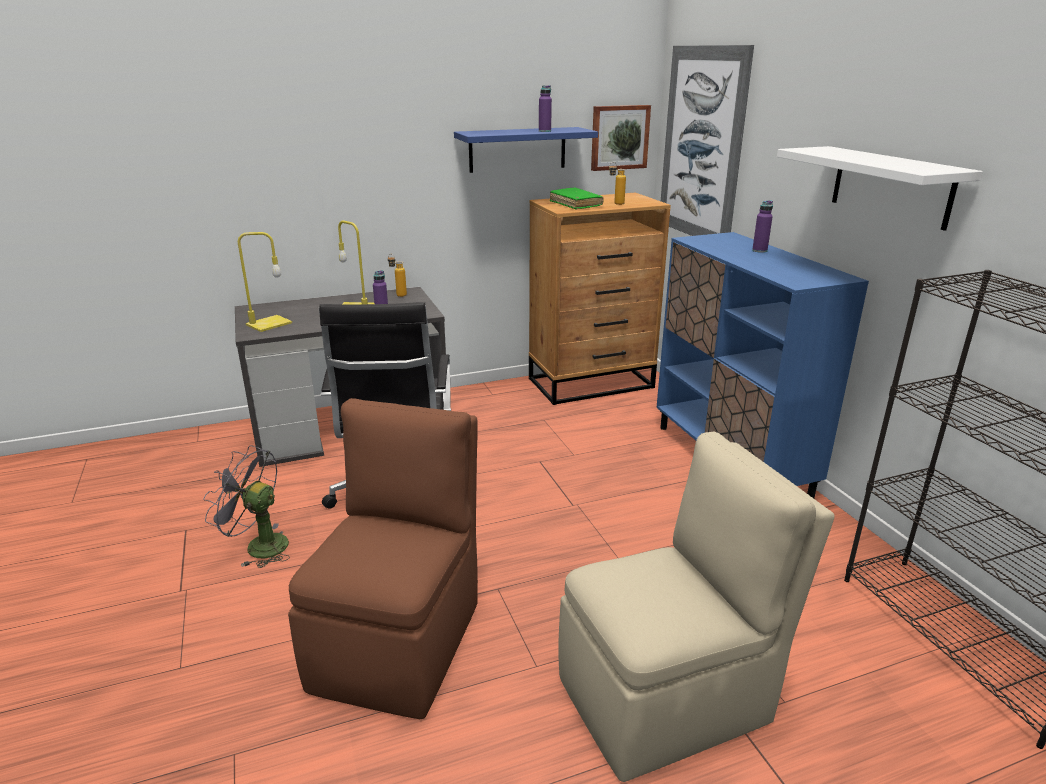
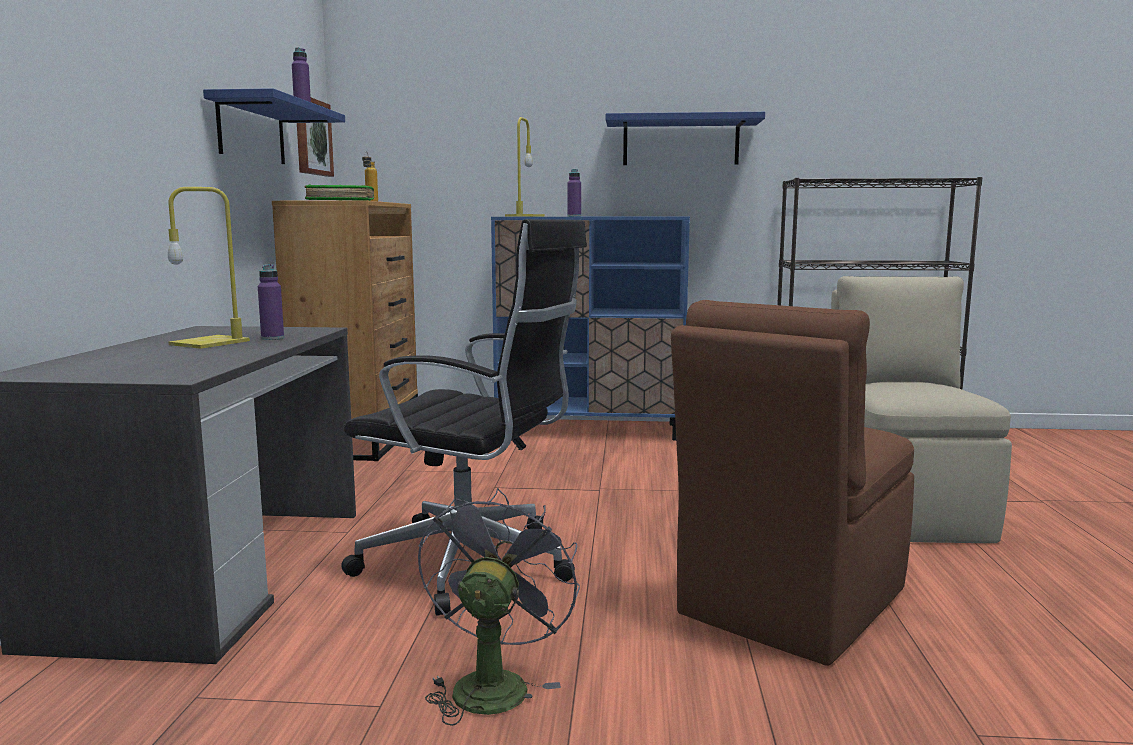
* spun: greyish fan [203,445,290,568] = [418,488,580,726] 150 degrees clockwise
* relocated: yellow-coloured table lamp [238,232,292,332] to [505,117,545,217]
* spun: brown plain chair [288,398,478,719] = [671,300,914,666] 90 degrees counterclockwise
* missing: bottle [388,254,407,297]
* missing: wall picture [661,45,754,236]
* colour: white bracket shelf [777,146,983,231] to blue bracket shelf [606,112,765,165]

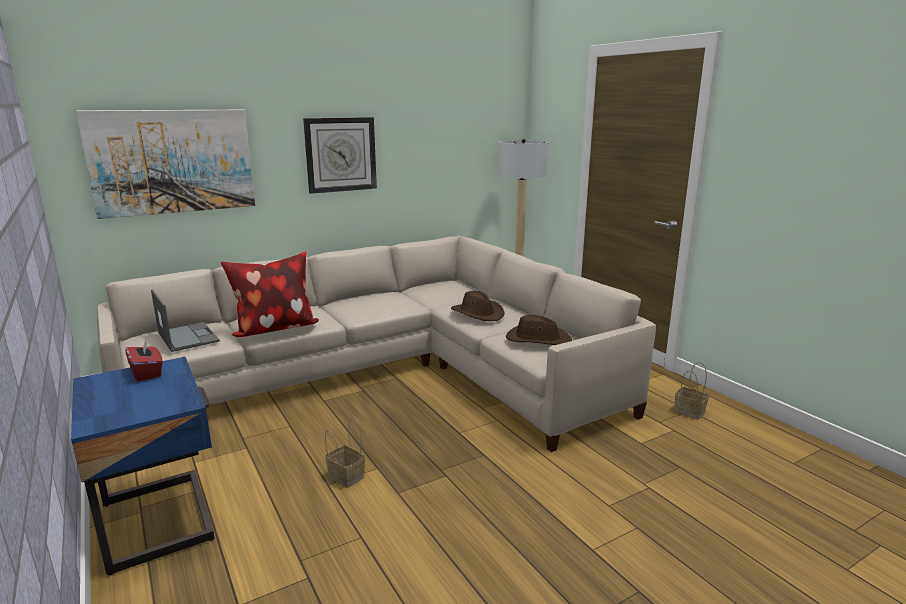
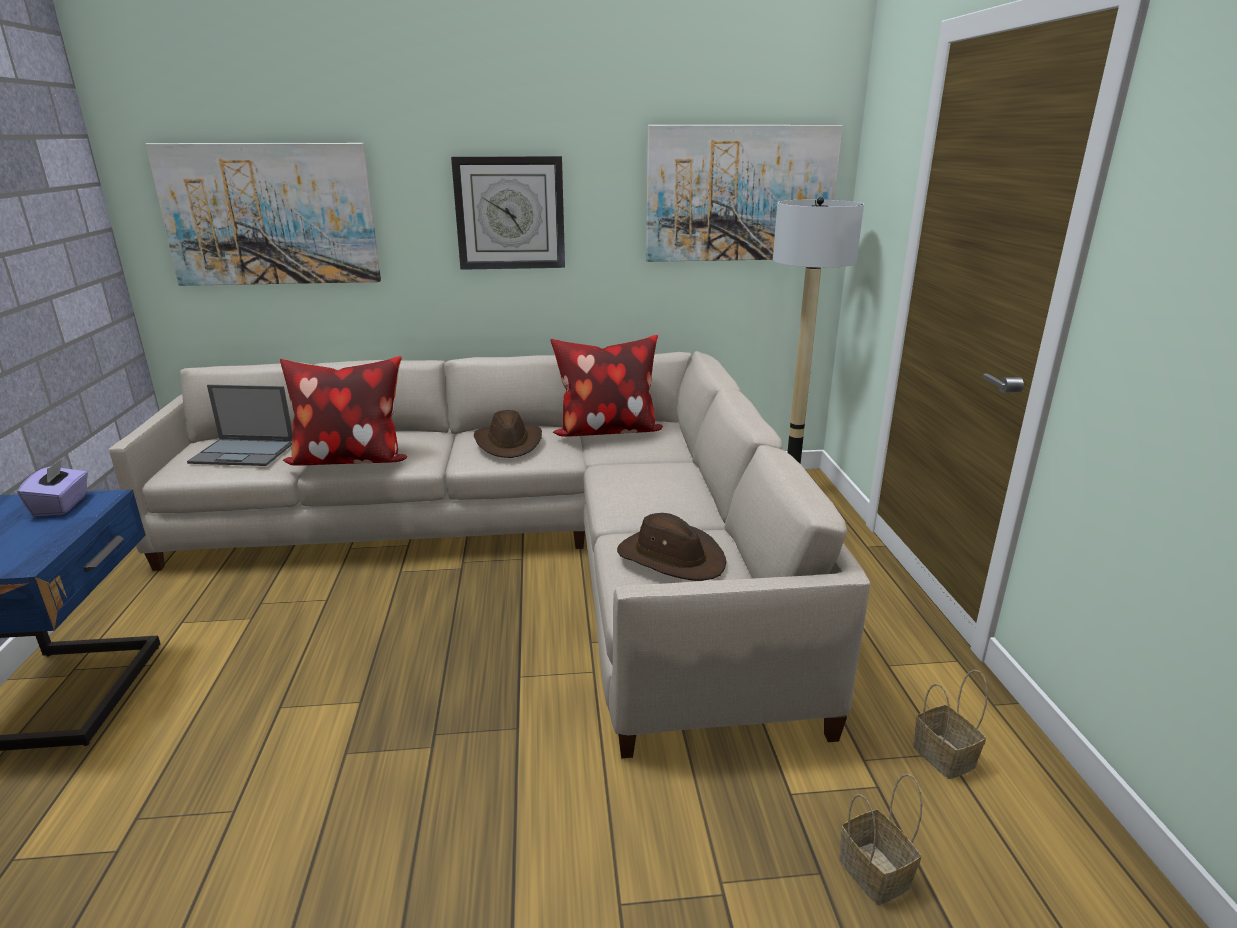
* colour: reddish tissue box [125,338,163,382] to purplish tissue box [17,459,88,516]
* spun: portable computer [151,289,220,352] = [187,385,292,466] 105 degrees clockwise
* relocated: household basket [325,417,365,488] to [839,773,922,905]
* relocated: brown wearable hat [451,291,504,321] to [474,410,542,458]
* appeared: throw pillow [550,335,663,437]
* appeared: wall picture [646,125,843,262]

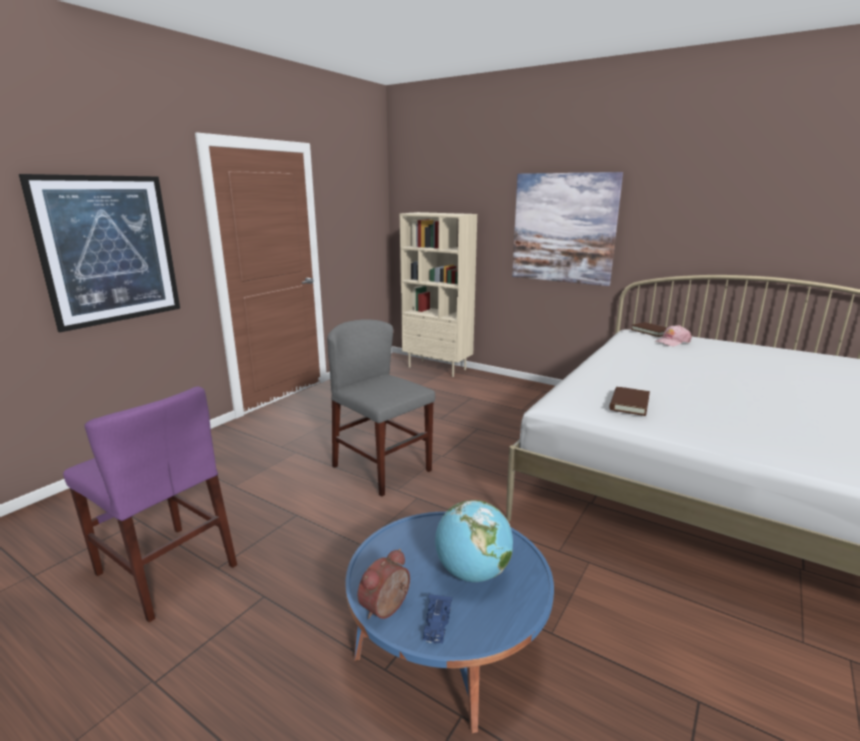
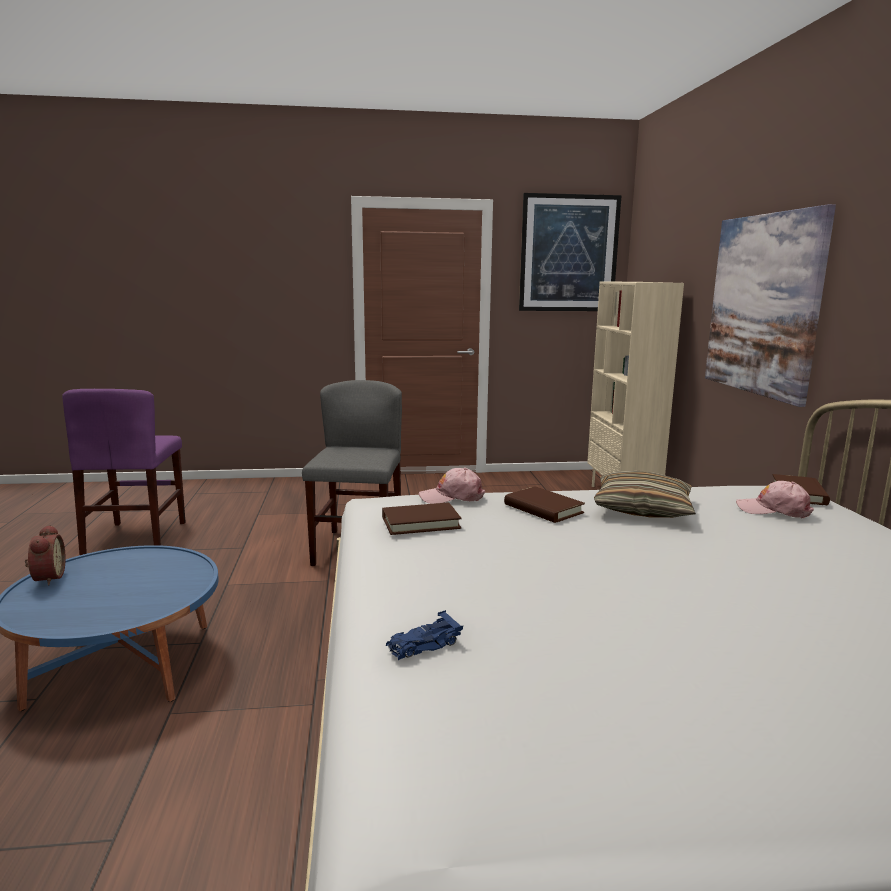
* relocated: wall picture [19,174,180,332] to [519,193,622,311]
* spun: bedside clock [357,549,410,619] = [25,525,66,585] 75 degrees clockwise
* relocated: blue miniature car [423,594,452,643] to [386,610,463,660]
* missing: globe [435,500,513,582]
* appeared: pink-coloured peaked cap [419,468,485,504]
* appeared: brown bound book [504,487,585,523]
* appeared: throw pillow [594,471,696,518]

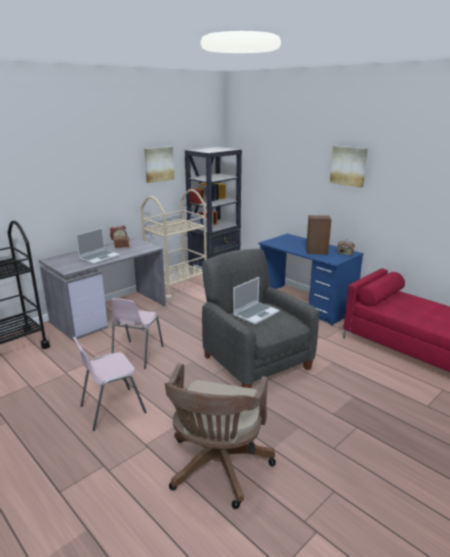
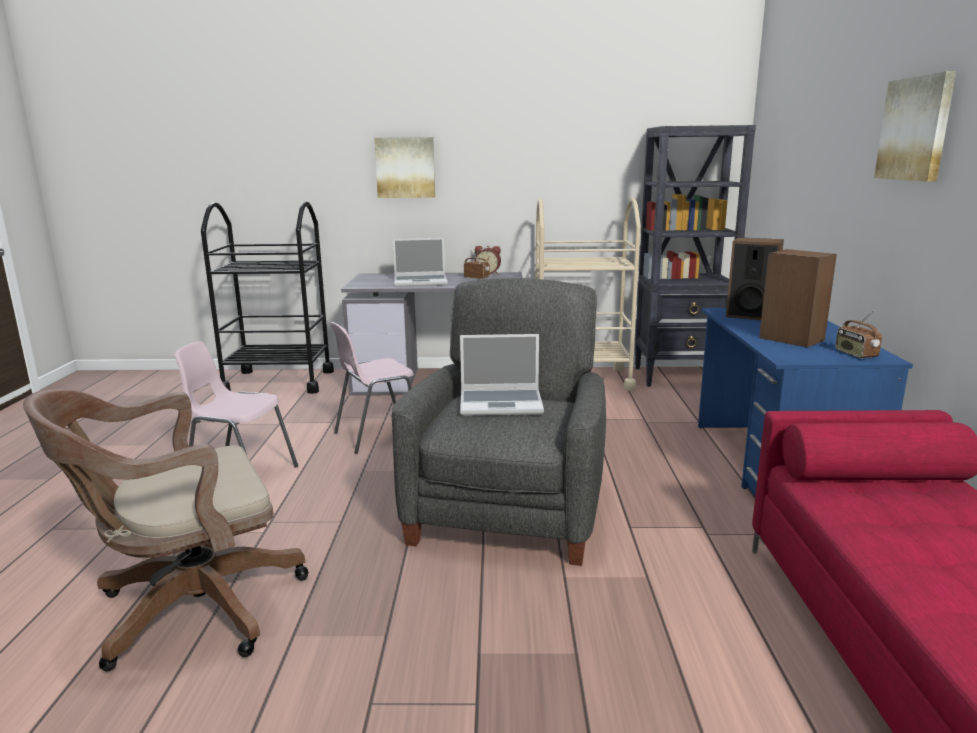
* relocated: wall picture [144,146,174,183] to [374,137,435,198]
* appeared: audio speaker [726,237,784,320]

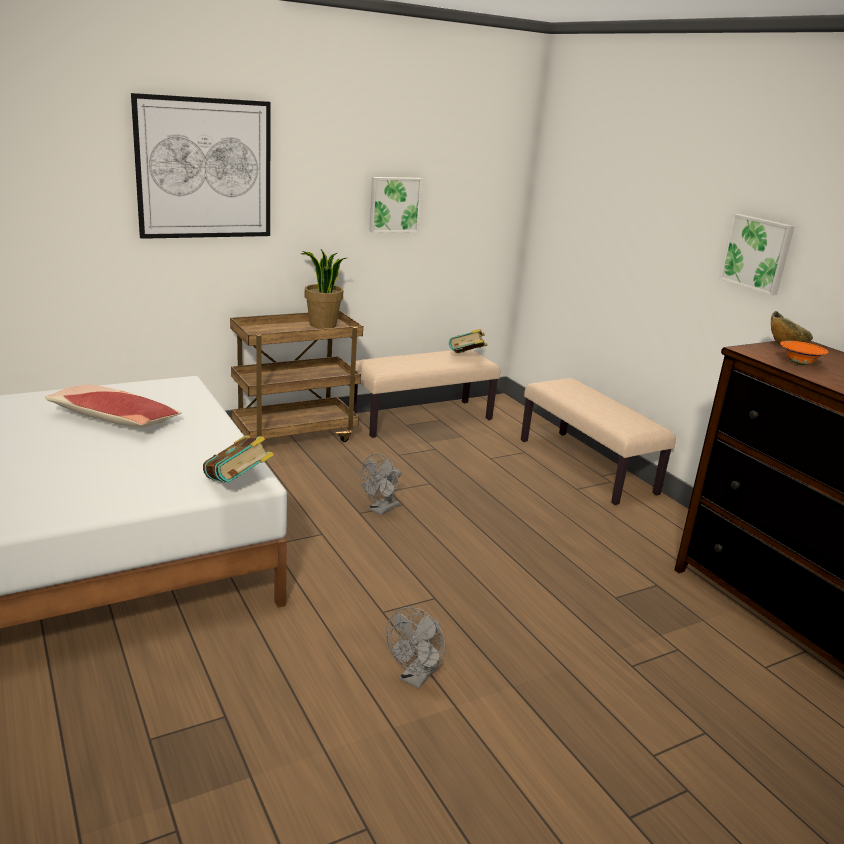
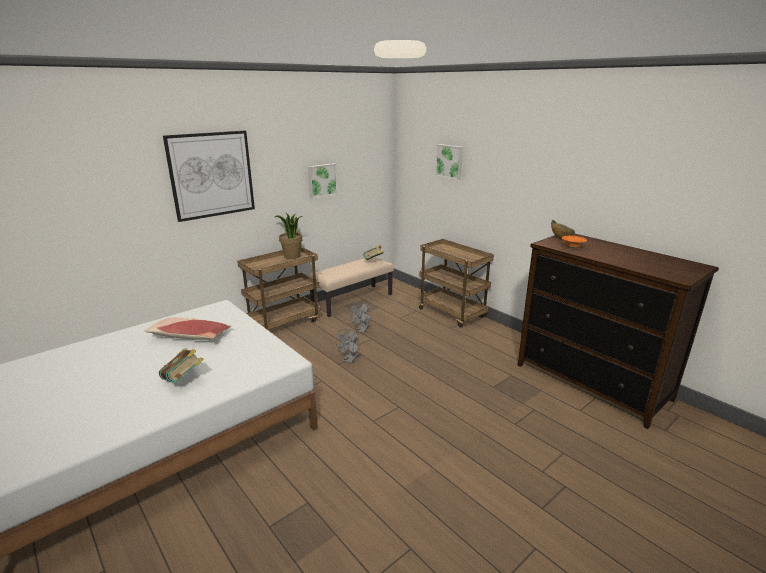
* relocated: bound book [203,435,274,483] to [159,348,204,383]
* relocated: greyish fan [386,607,446,688] to [349,302,372,333]
* exchanged: sand-coloured long seat [521,378,676,505] to brown trolley [419,239,494,327]
* relocated: wall picture [719,214,795,295] to [435,144,463,180]

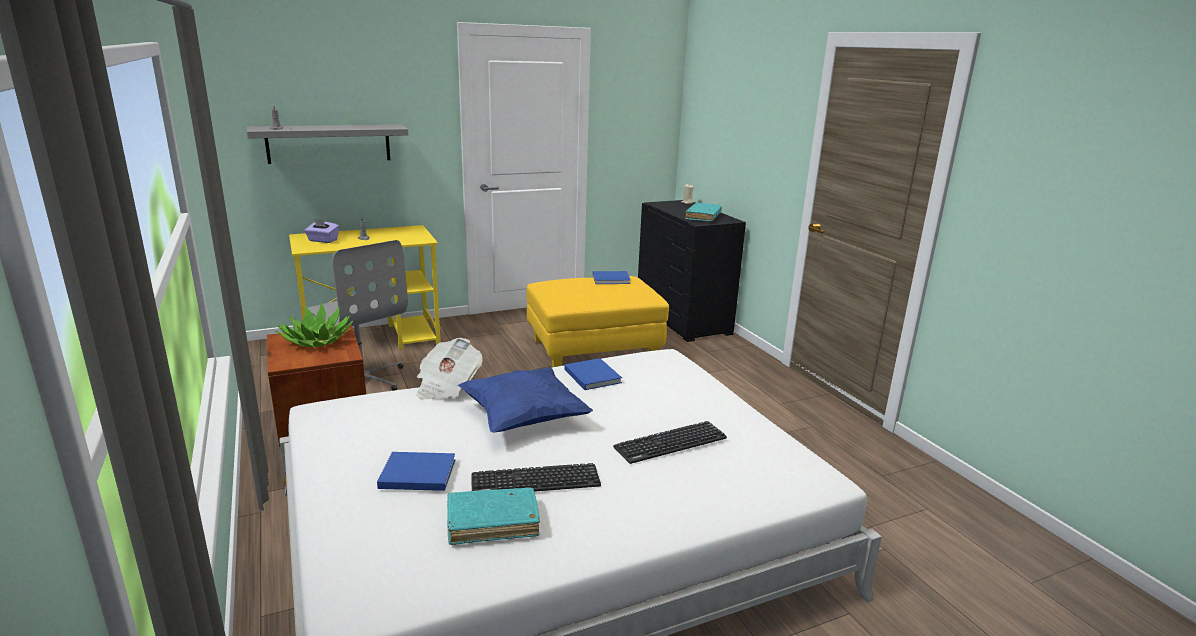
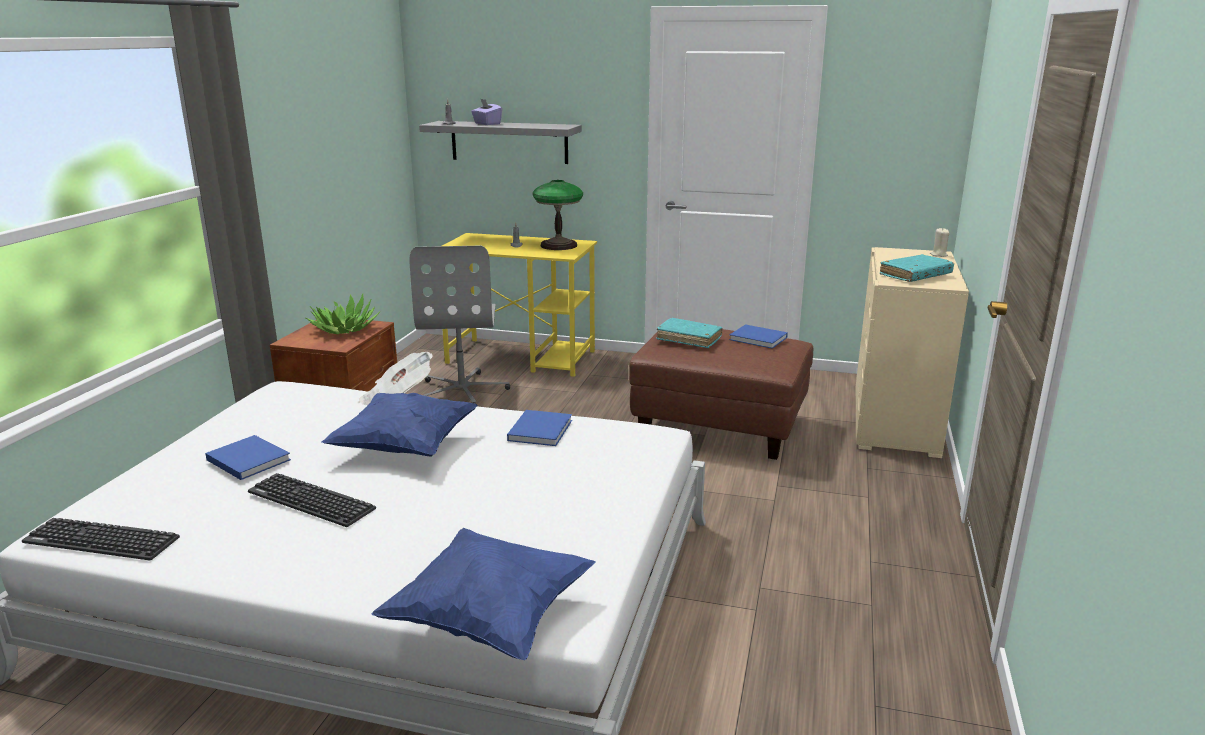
* relocated: purplish tissue box [304,219,339,243] to [471,99,502,125]
* relocated: blue-green bound book [447,487,540,545] to [656,318,723,348]
* colour: yellow-coloured ottoman [526,276,669,367] to brown ottoman [629,329,813,460]
* relocated: keyboard [613,421,727,464] to [22,518,180,560]
* colour: black chest of drawers [638,200,746,342] to sand-coloured chest of drawers [856,247,969,458]
* appeared: blue throw pillow [372,528,595,660]
* appeared: table lamp [533,180,583,250]

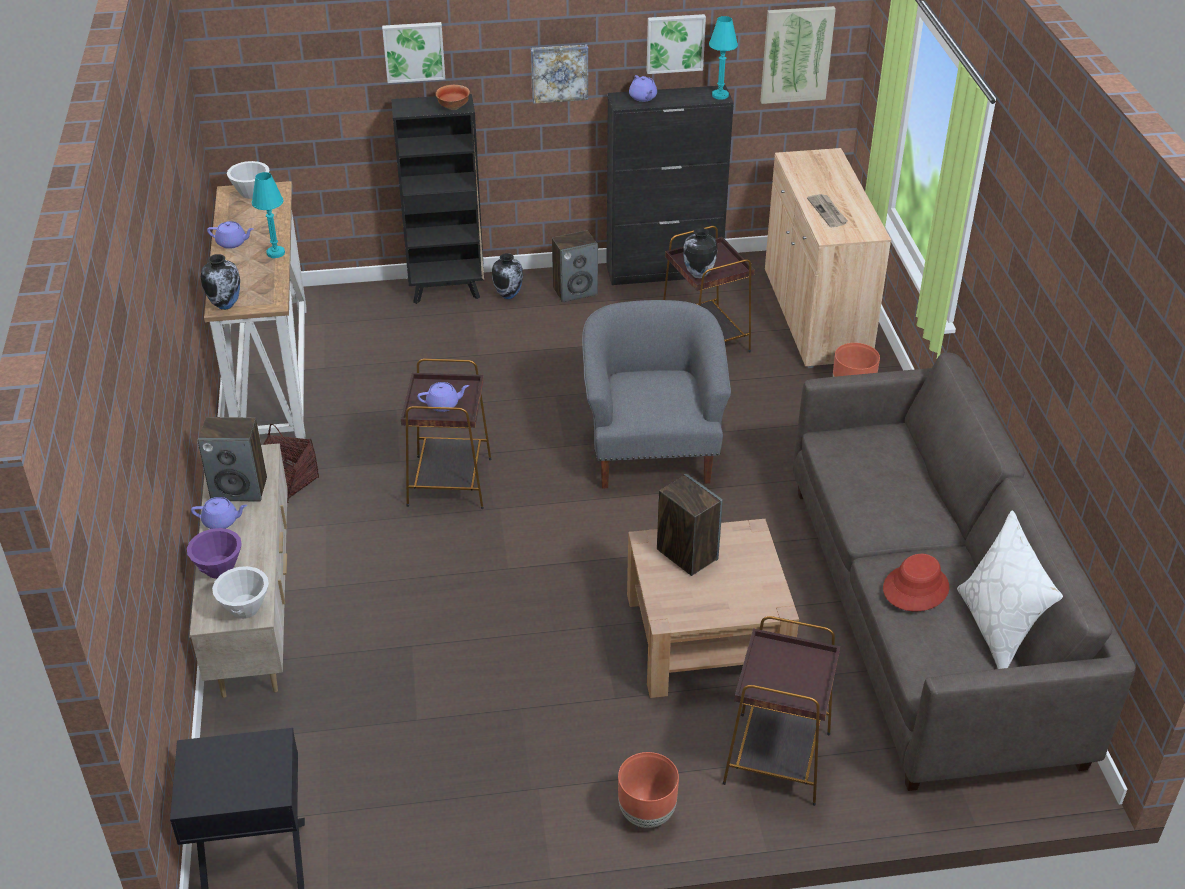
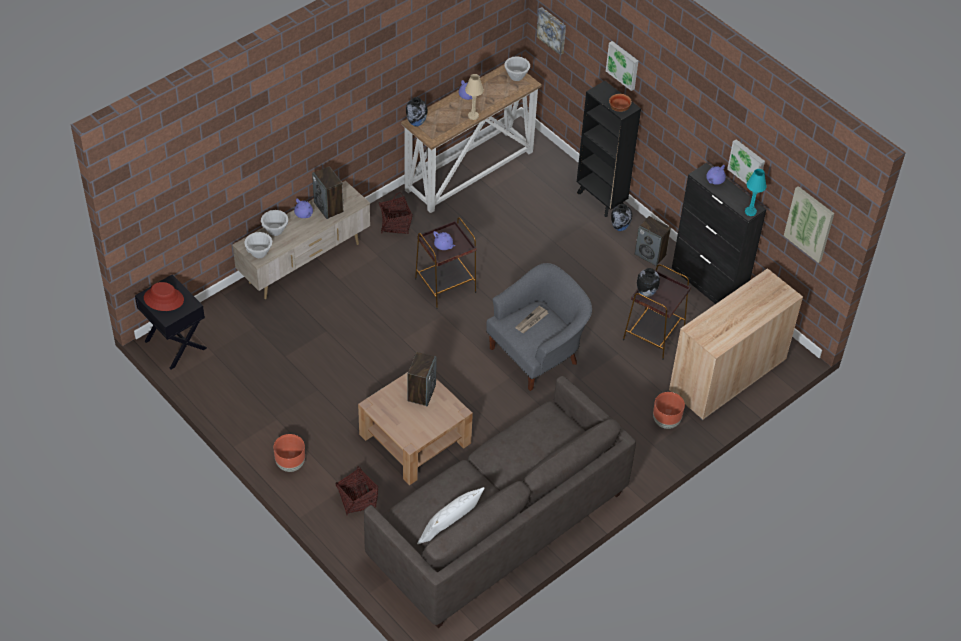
* colour: purplish serving bowl [187,528,242,579] to white serving bowl [261,210,288,236]
* colour: blue-green table lamp [252,172,285,258] to sand-coloured table lamp [465,74,484,120]
* relocated: wall picture [531,44,588,104] to [536,7,566,55]
* exchanged: brown side table [723,616,840,806] to household basket [335,466,378,516]
* relocated: newspaper [807,194,848,227] to [515,306,548,333]
* relocated: reddish wearable hat [883,554,949,611] to [144,282,184,311]

